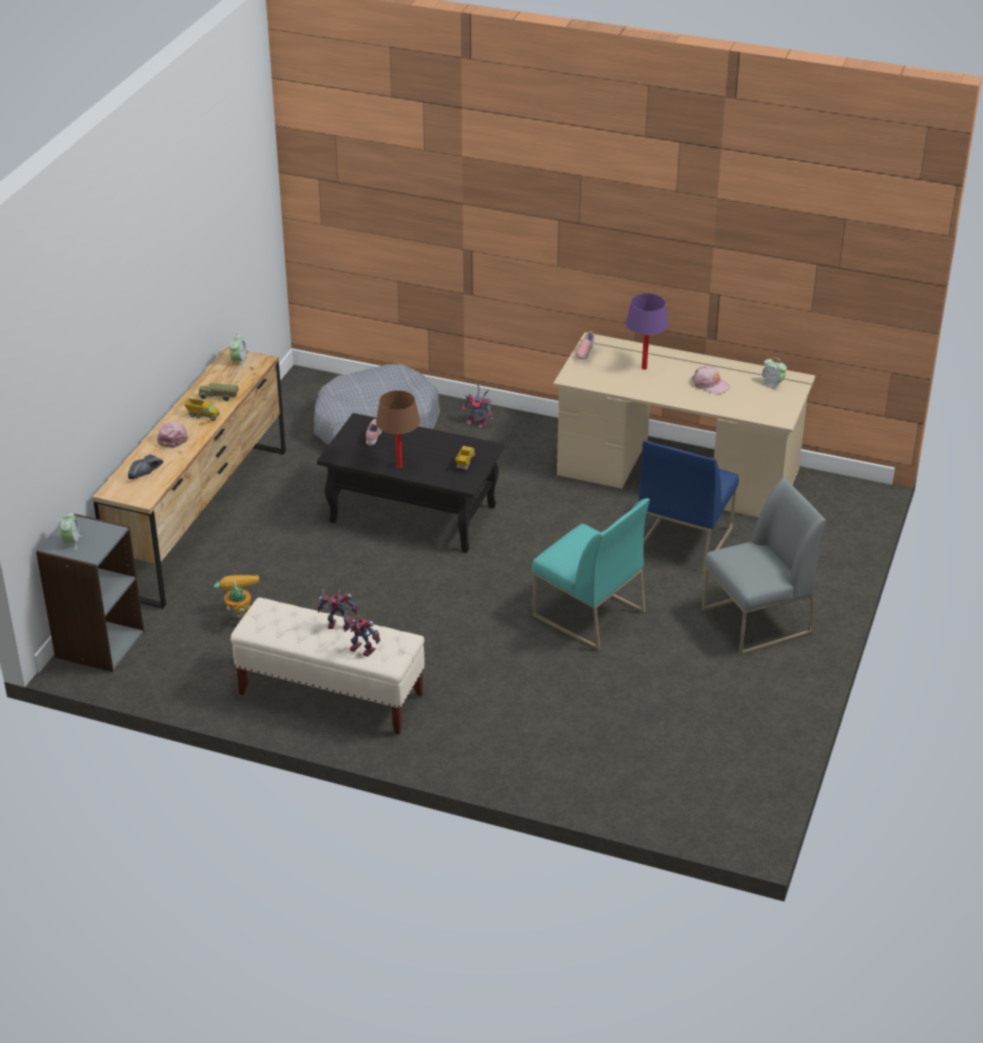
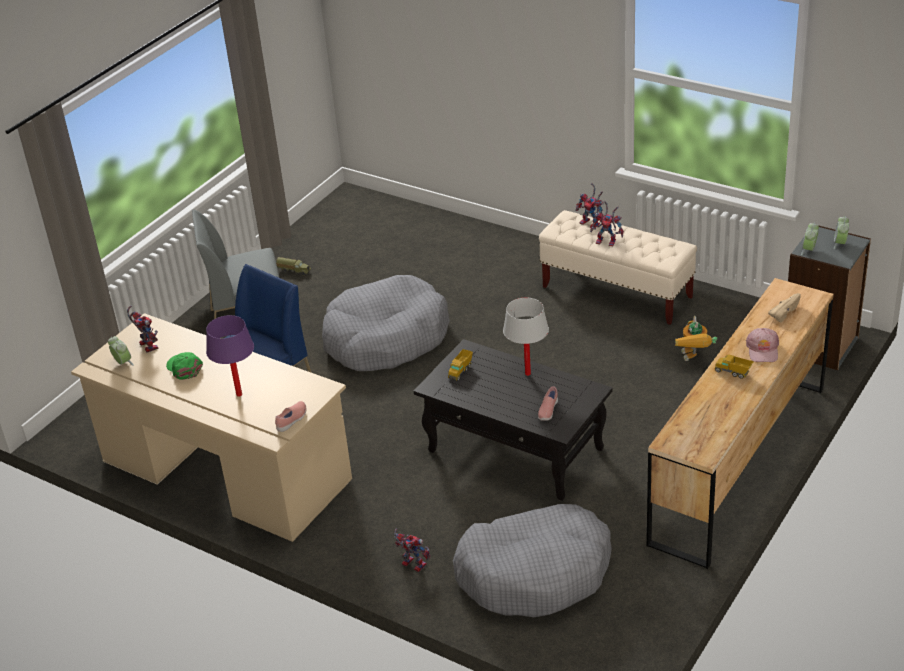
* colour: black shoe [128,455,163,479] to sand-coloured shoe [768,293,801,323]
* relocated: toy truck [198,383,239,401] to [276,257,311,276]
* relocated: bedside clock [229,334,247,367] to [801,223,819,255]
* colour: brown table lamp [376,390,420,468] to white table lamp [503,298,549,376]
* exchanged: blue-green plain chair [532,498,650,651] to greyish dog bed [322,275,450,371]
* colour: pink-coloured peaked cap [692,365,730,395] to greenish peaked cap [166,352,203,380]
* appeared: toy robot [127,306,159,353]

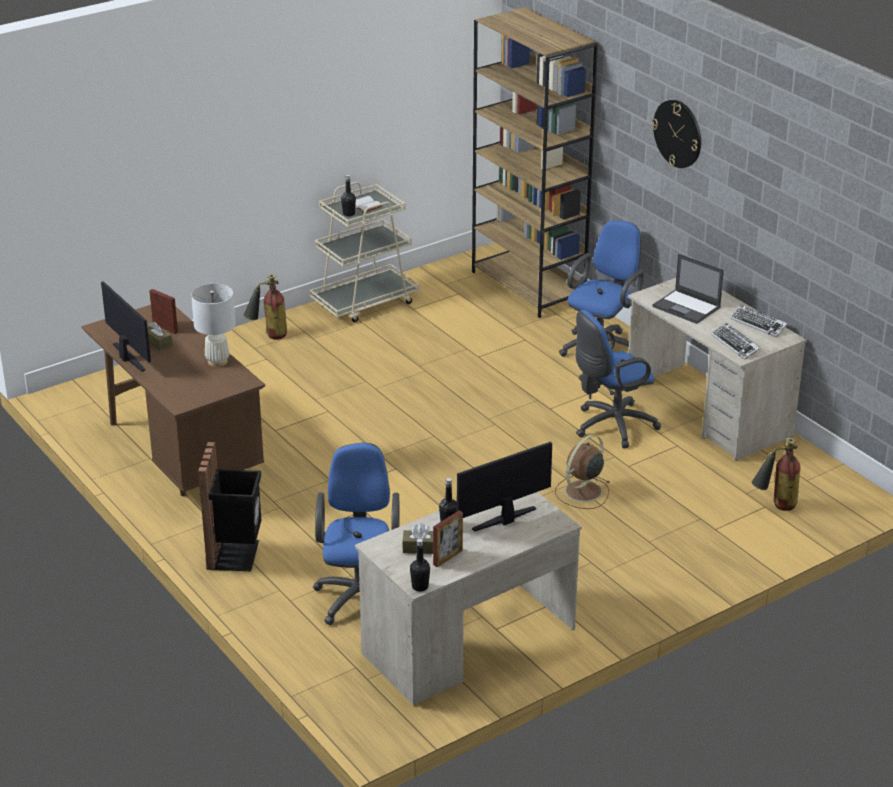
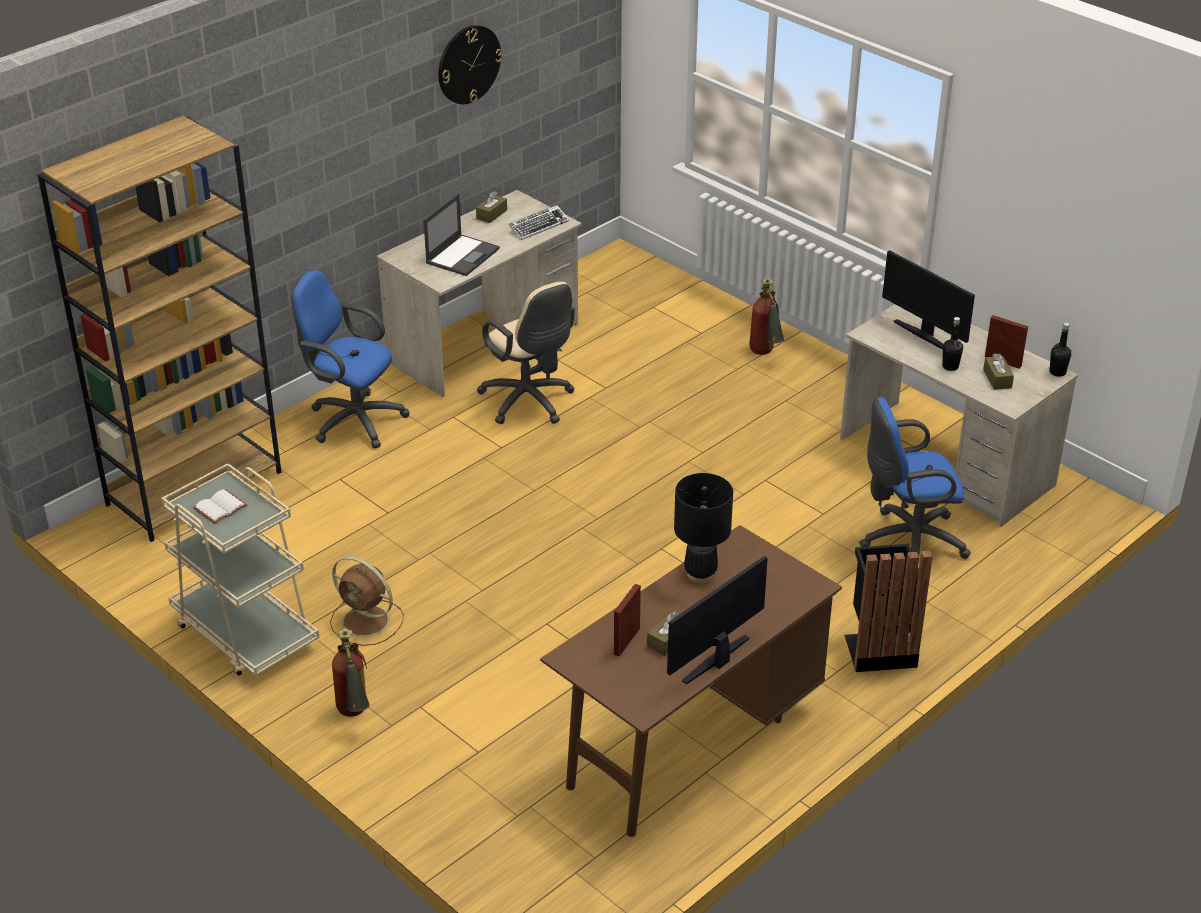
* colour: white table lamp [191,284,236,367] to black table lamp [674,473,733,583]
* missing: black bottle [341,175,356,216]
* relocated: brown fan [555,435,609,509] to [330,556,404,646]
* colour: blue computer chair [576,310,661,448] to sand-coloured computer chair [477,282,575,424]
* relocated: clock on the wall [652,100,701,168] to [438,25,503,104]
* exchanged: keyboard [731,305,787,337] to brown tissue box [476,191,507,223]
* relocated: fire-fighting cylinder [752,438,800,511] to [749,278,784,355]

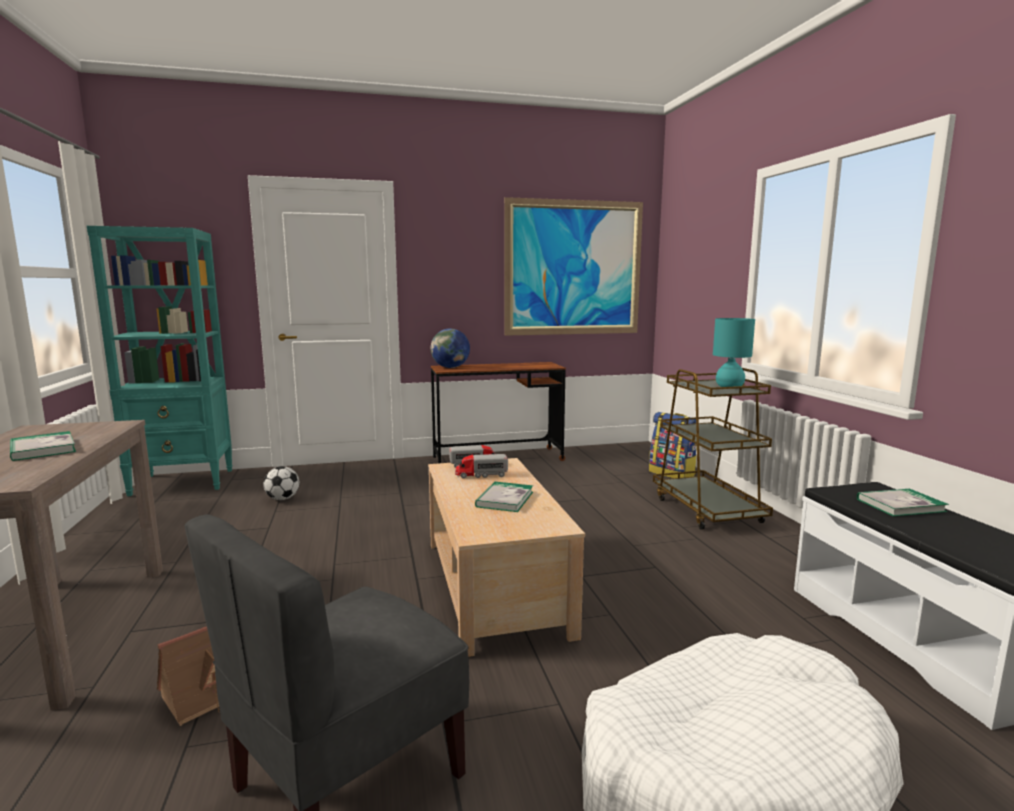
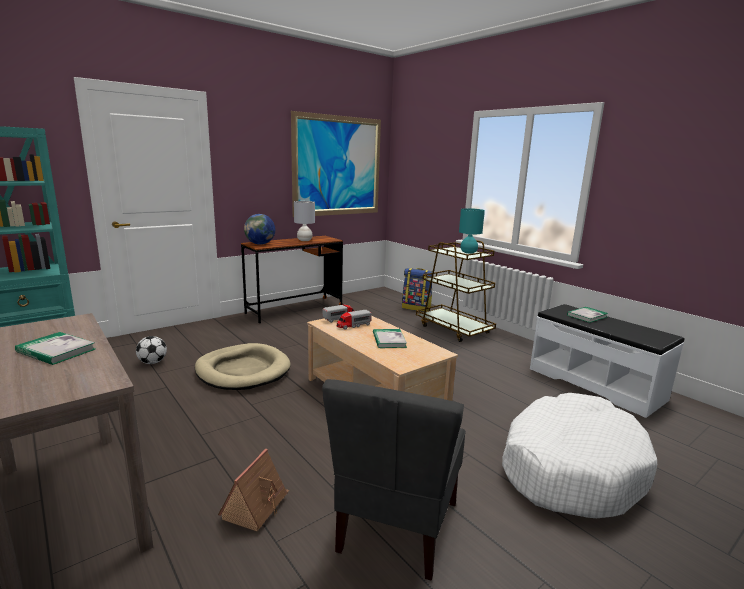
* appeared: sand-coloured dog bed [195,343,291,390]
* appeared: greyish table lamp [294,201,315,241]

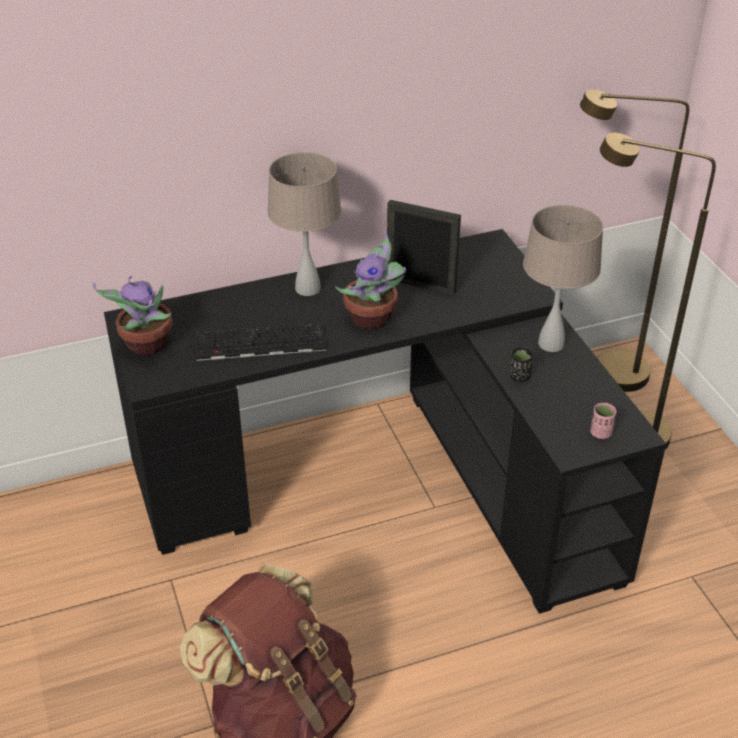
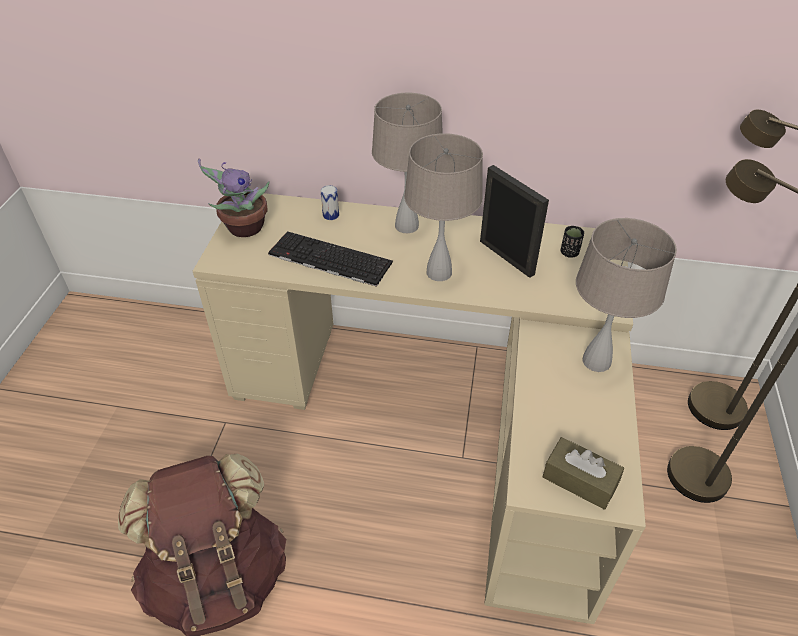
* colour: black desk [104,229,666,614] to sand-coloured desk [193,193,646,624]
* exchanged: houseplant [335,231,406,329] to sand-coloured table lamp [404,133,483,281]
* relocated: black cup [510,348,533,382] to [561,226,584,258]
* exchanged: pink-coloured cup [590,403,616,439] to brown tissue box [543,437,624,510]
* appeared: sealed can [321,185,339,220]

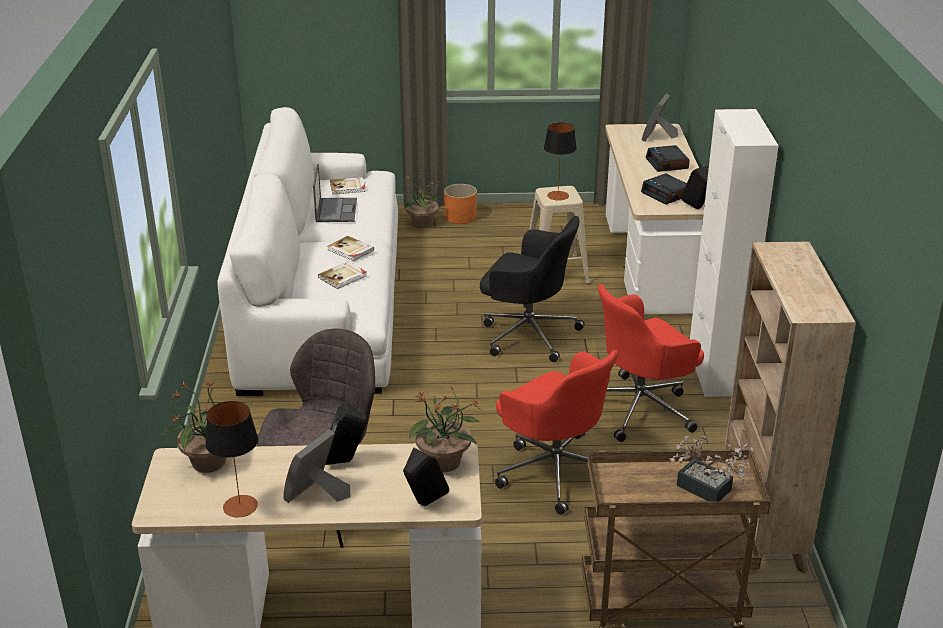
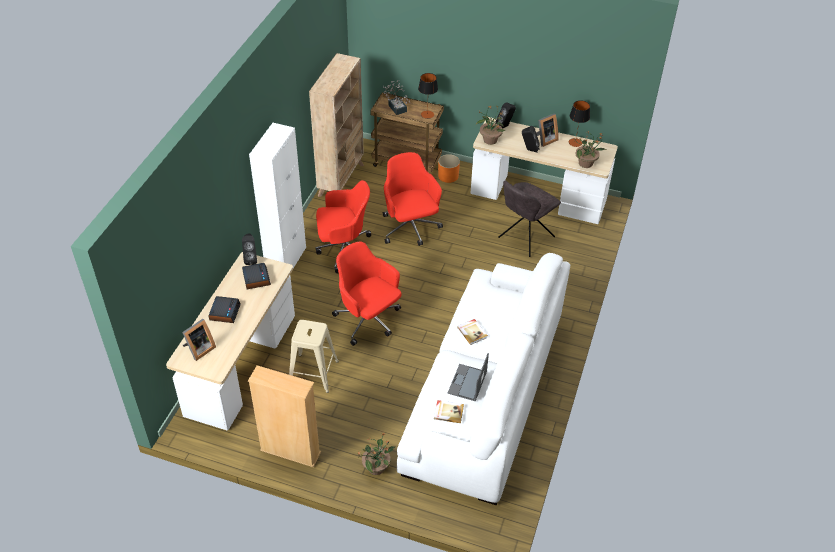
* missing: bound book [318,262,367,289]
* relocated: orangey flower pot [444,184,477,224] to [438,154,460,183]
* colour: black computer chair [480,216,585,362] to reddish computer chair [332,242,402,346]
* relocated: table lamp [544,123,577,201] to [418,73,438,119]
* appeared: sand-coloured bookshelf [248,365,321,467]

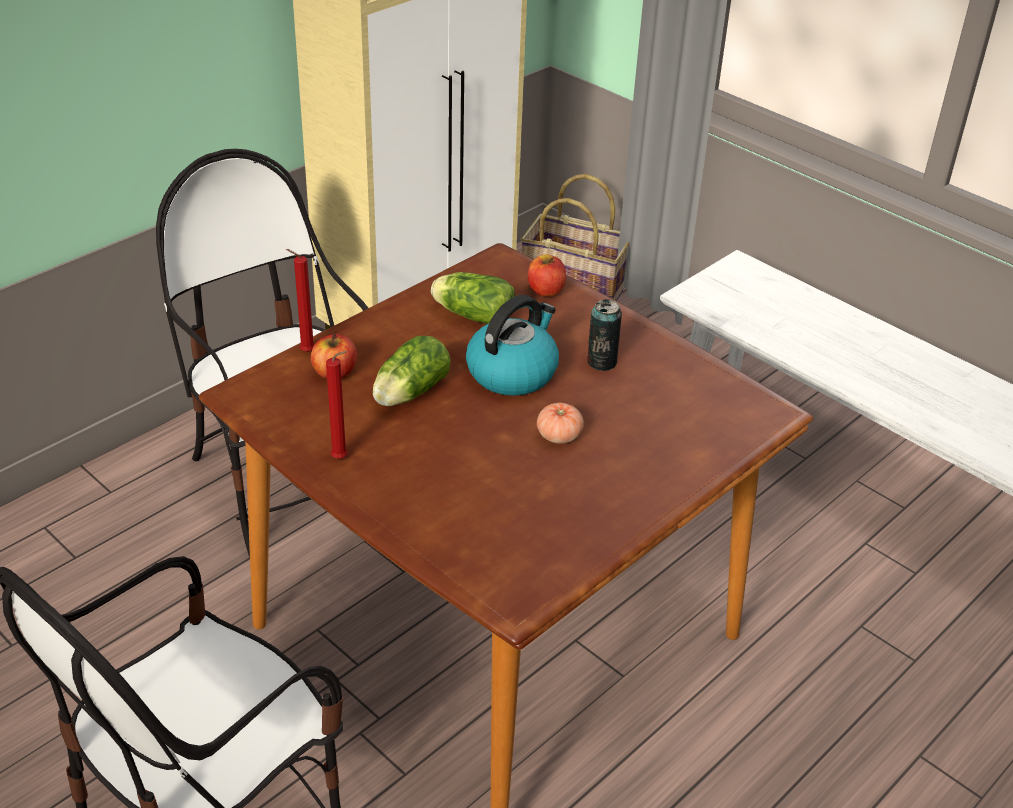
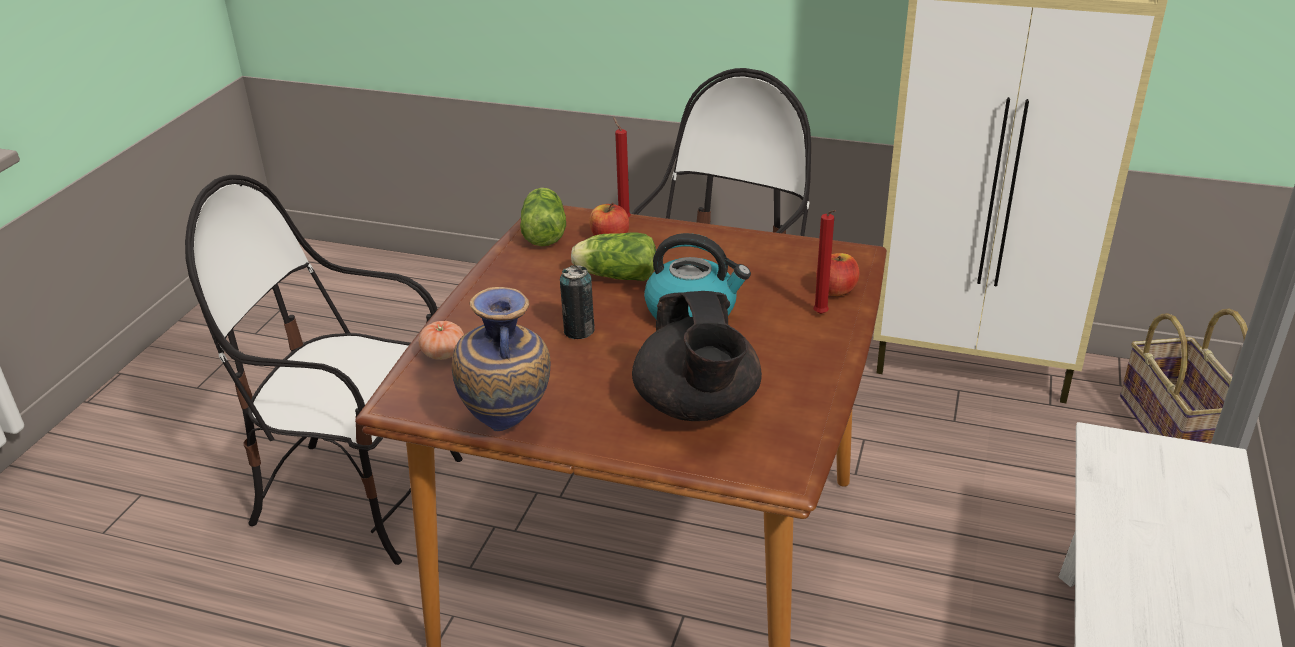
* relocated: reddish wax candle [326,351,348,458] to [813,210,836,314]
* relocated: lettuce [431,272,515,324] to [520,188,566,246]
* relocated: whole tomato [537,403,584,443] to [419,321,464,360]
* relocated: sealed can [587,299,622,371] to [560,265,594,339]
* appeared: vase [452,287,550,431]
* appeared: black pot for tea [632,291,762,421]

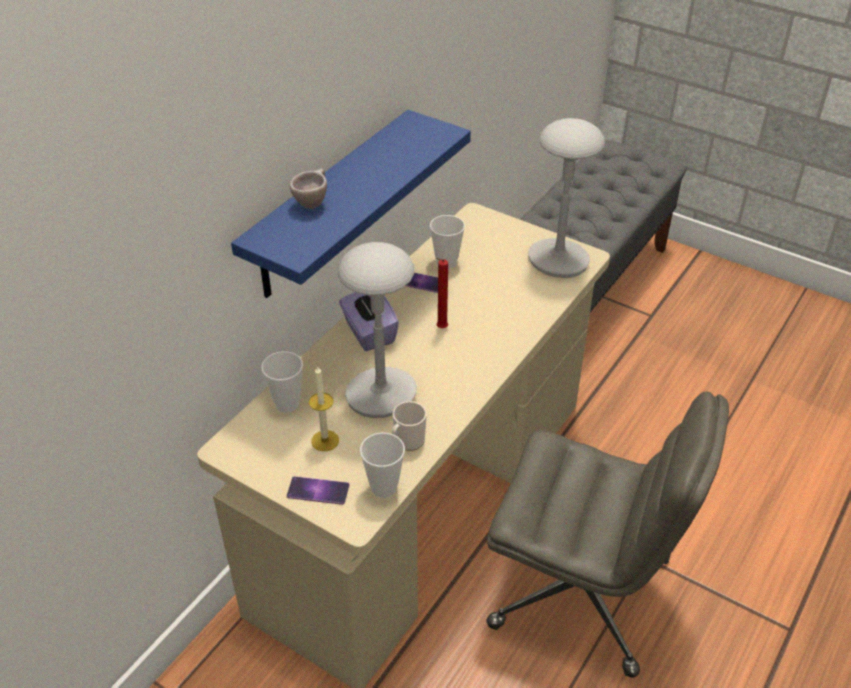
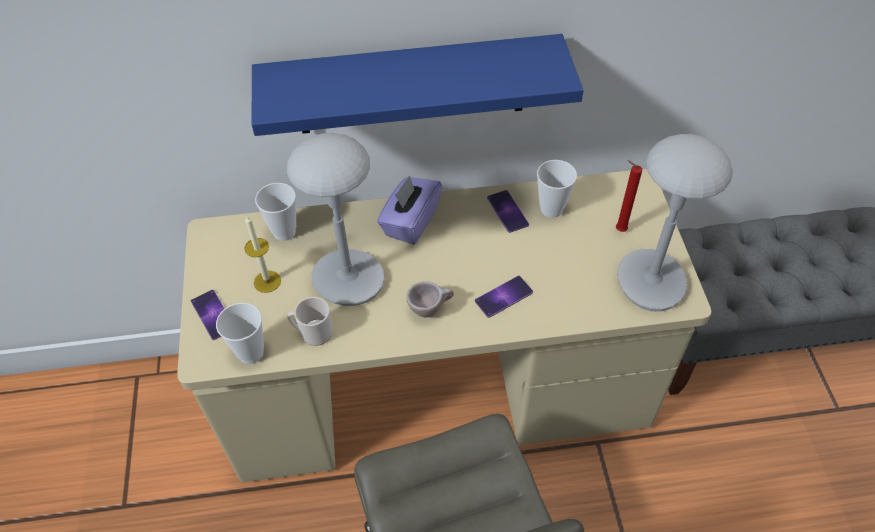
* relocated: sand-coloured cup [290,169,327,209] to [406,281,454,317]
* relocated: reddish wax candle [436,258,448,328] to [616,160,642,232]
* appeared: phone [475,276,533,318]

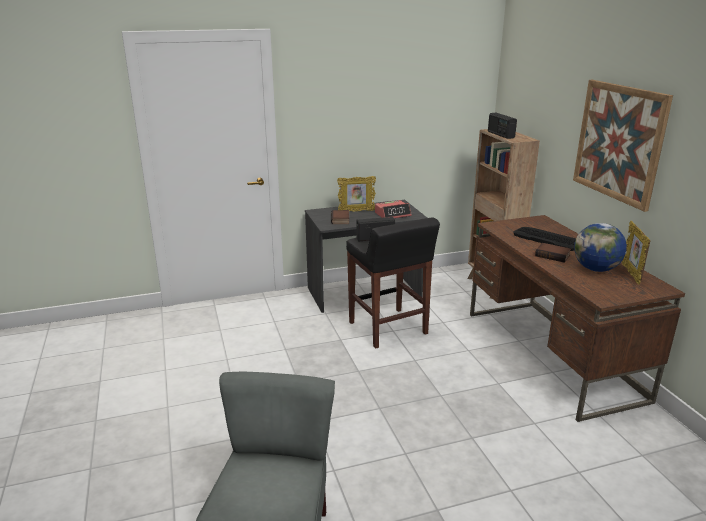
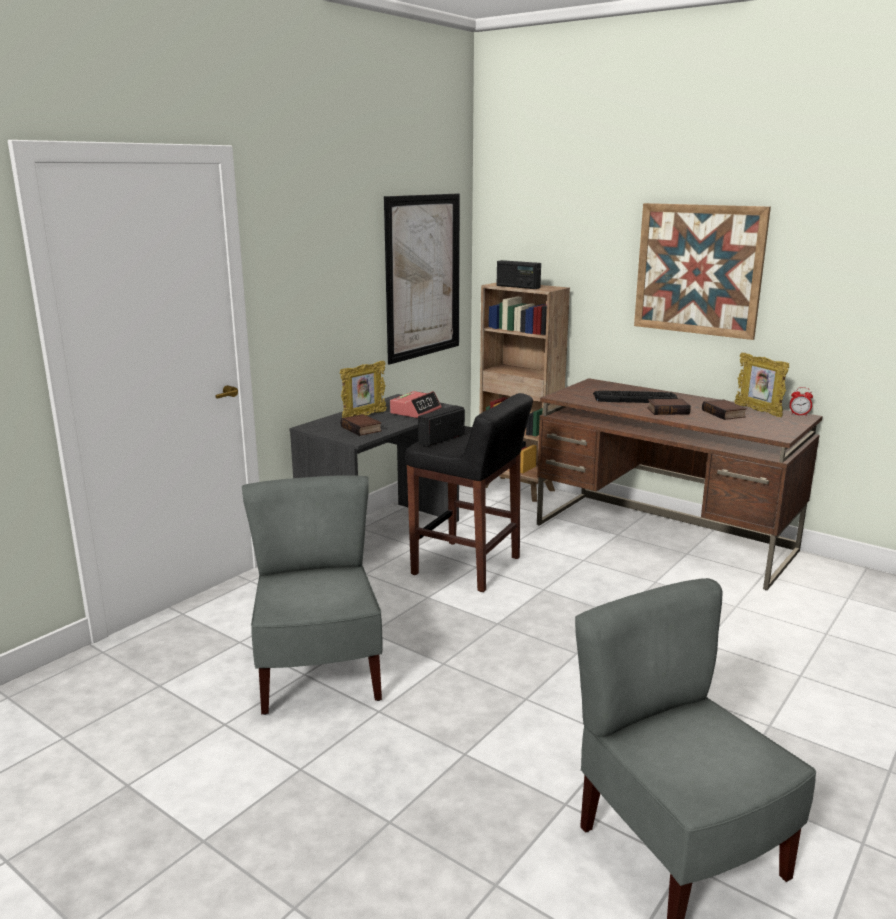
* exchanged: globe [574,223,627,272] to bound book [702,399,747,420]
* appeared: greyish plain chair [242,475,383,715]
* appeared: wall picture [384,193,460,365]
* appeared: bedside clock [790,387,813,416]

